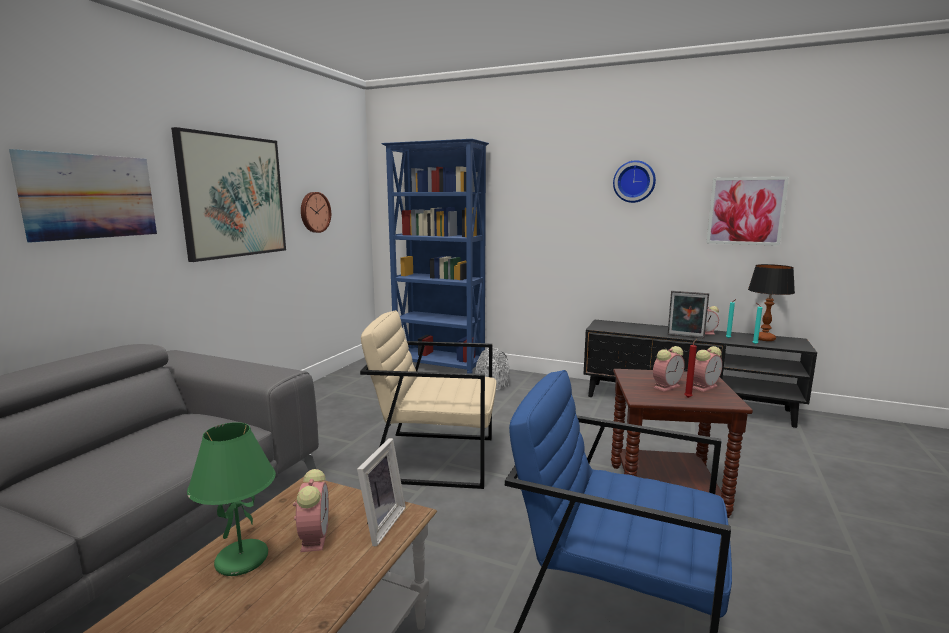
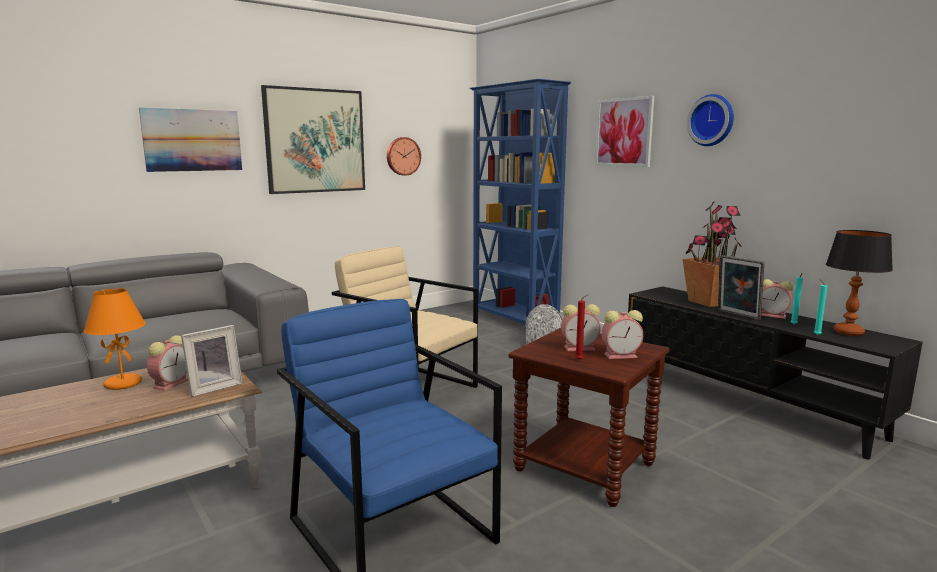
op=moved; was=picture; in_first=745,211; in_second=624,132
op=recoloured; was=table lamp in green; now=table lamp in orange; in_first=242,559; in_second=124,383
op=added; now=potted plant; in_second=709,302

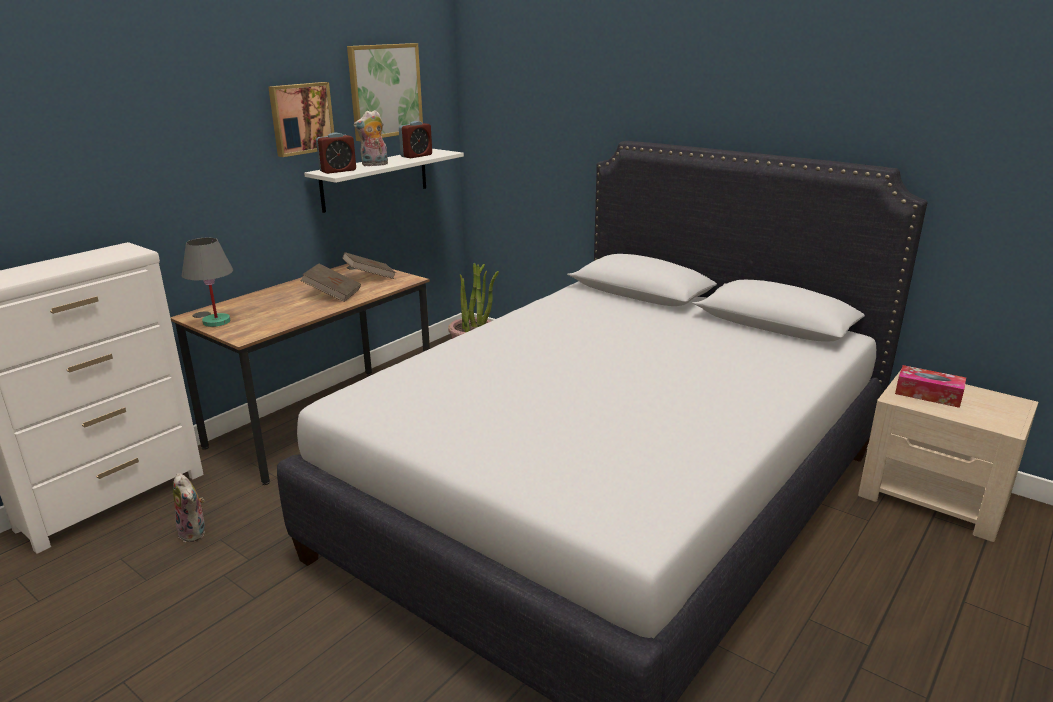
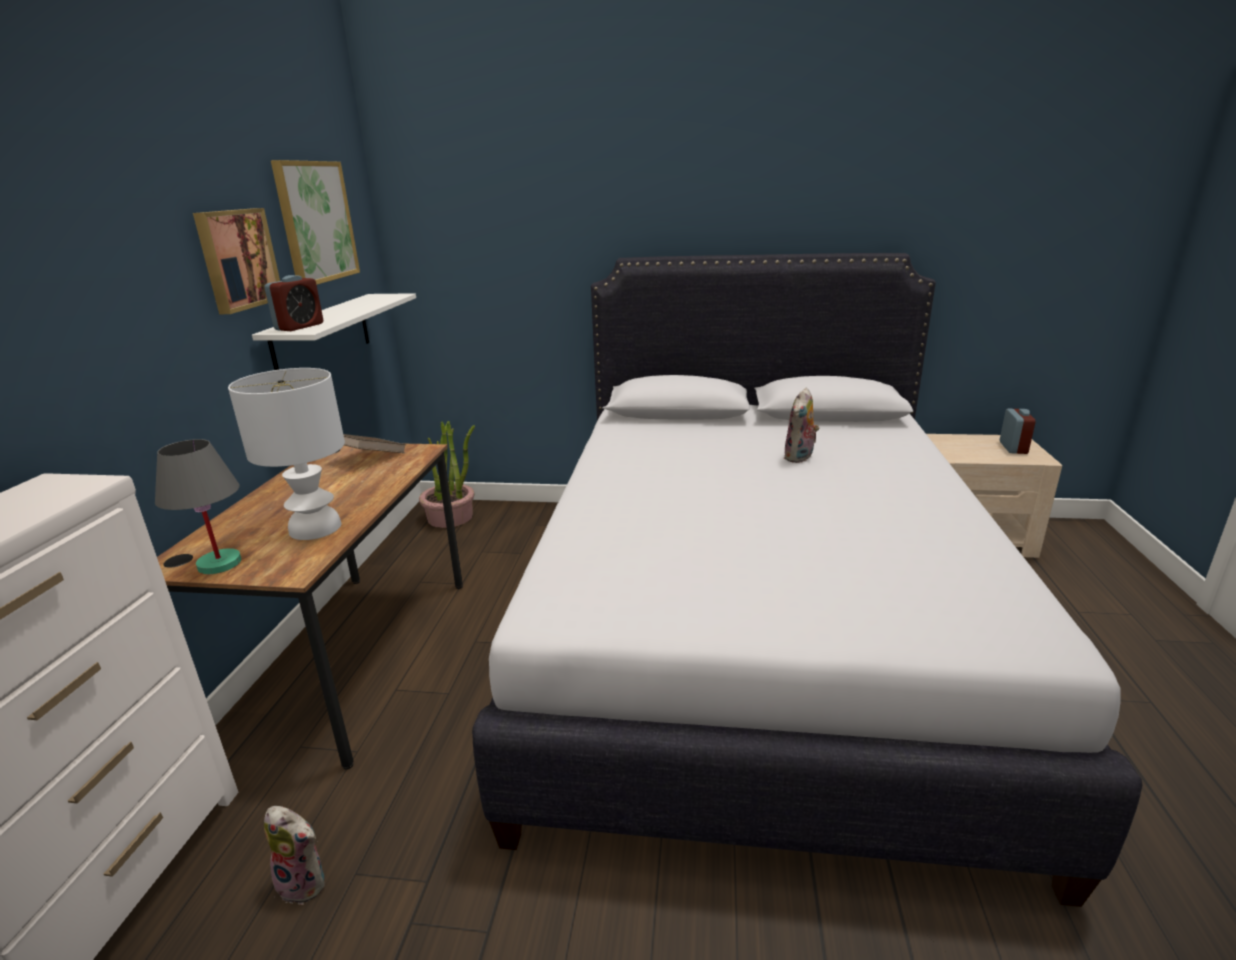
op=moved; was=plush toy; in_first=374,165; in_second=800,458
op=moved; was=alarm clock; in_first=416,156; in_second=1013,448
op=removed; was=book in brown; in_first=333,294
op=removed; was=tissue box; in_first=928,394
op=added; now=table lamp in white; in_second=315,527

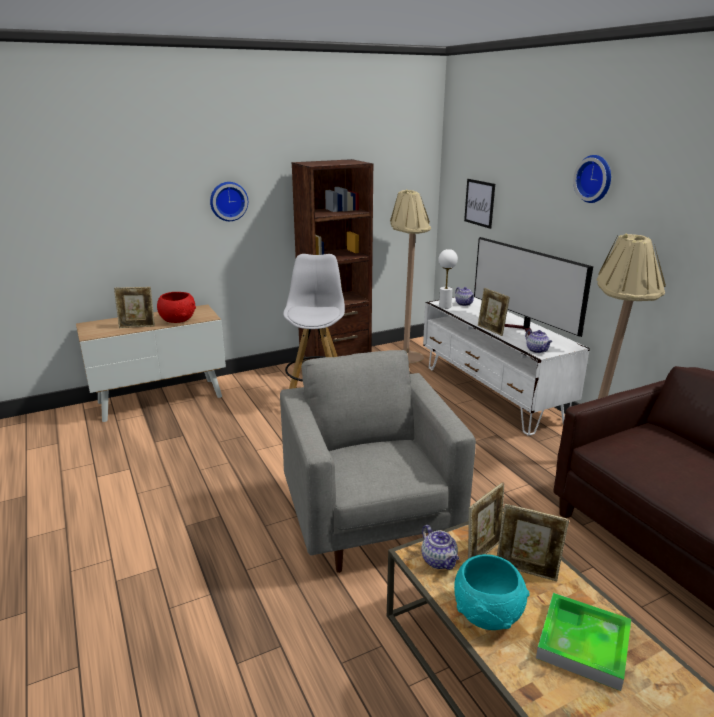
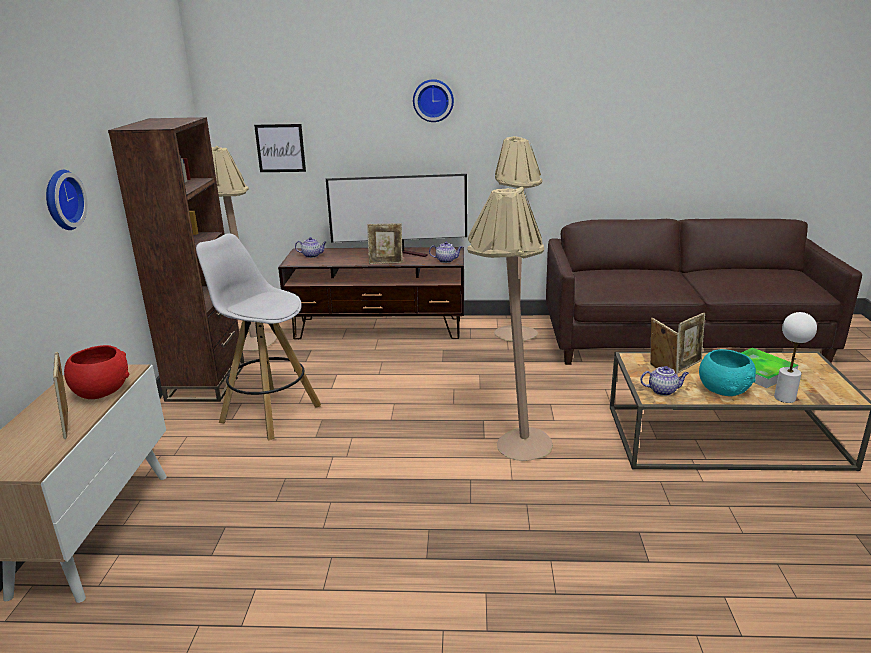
op=moved; was=table lamp in white; in_first=444,306; in_second=784,398
op=turned; was=picture frame; in_first=137,326; in_second=68,424; clockwise=135
op=recoloured; was=tv stand in white; now=tv stand in brown; in_first=492,393; in_second=379,329
op=replaced; was=armchair in grey; now=floor lamp in beige; in_first=370,521; in_second=511,443

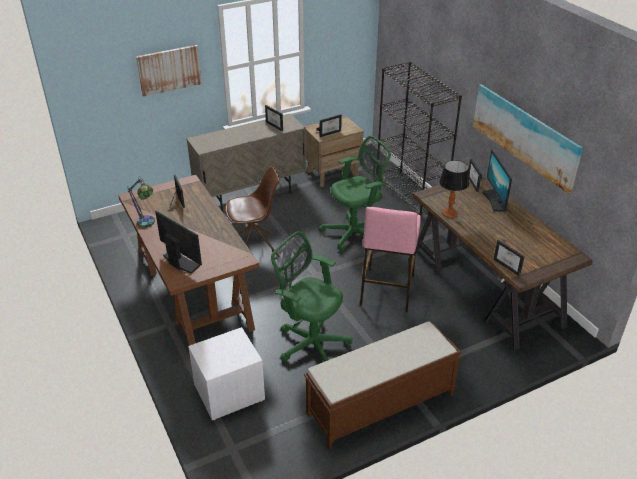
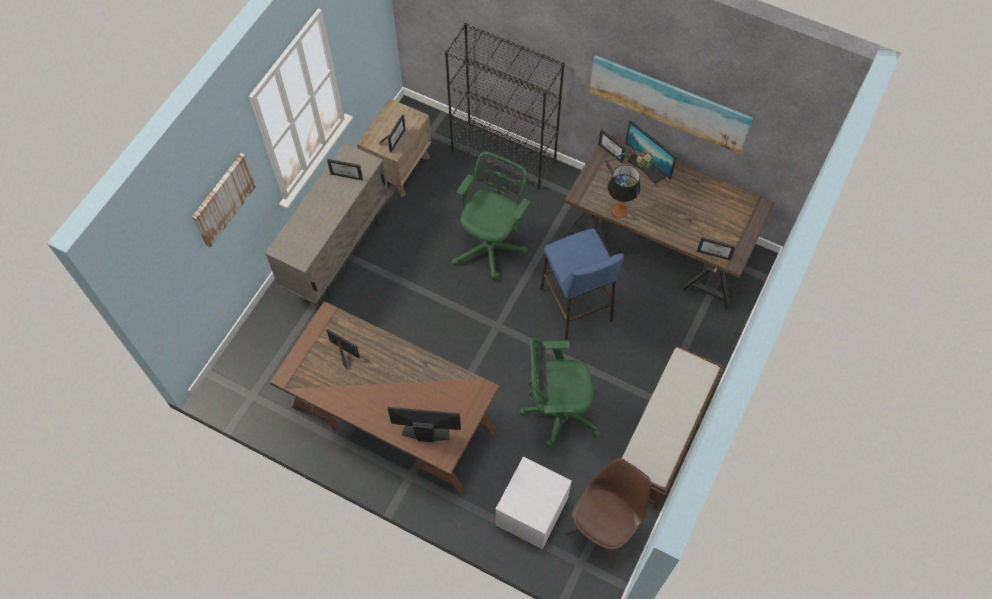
op=moved; was=chair in brown; in_first=255,248; in_second=604,528
op=moved; was=table lamp; in_first=147,225; in_second=625,184
op=recoloured; was=stool in pink; now=stool in blue; in_first=387,290; in_second=576,305

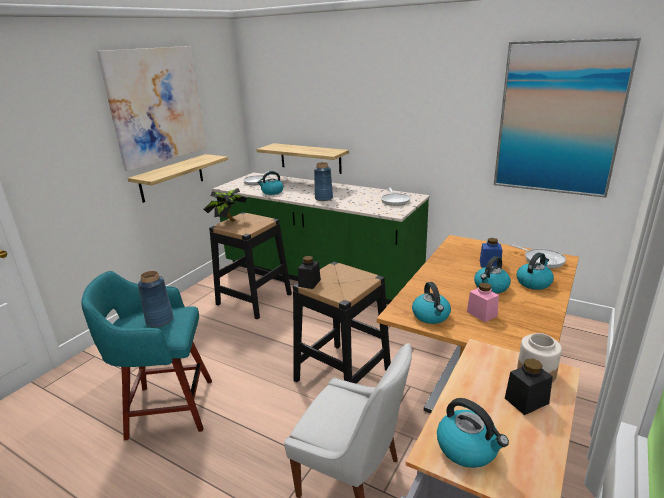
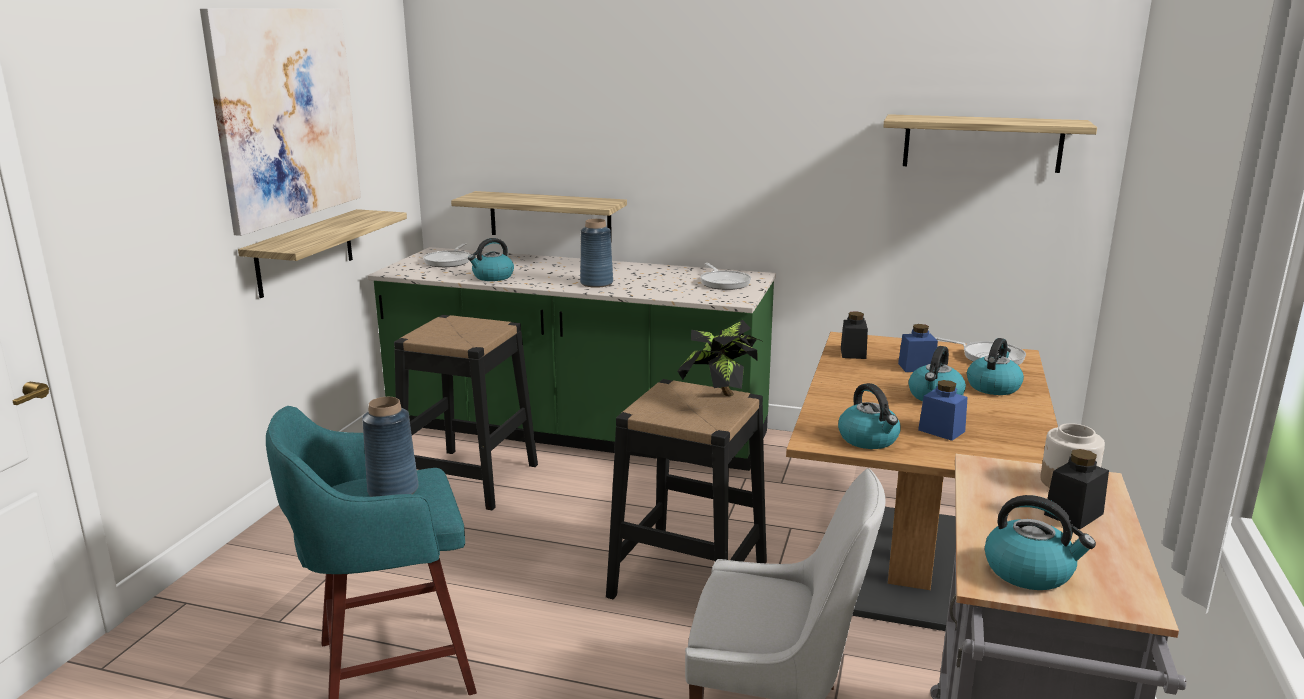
op=replaced; was=picture; now=shelf; in_first=558,119; in_second=982,143
op=moved; was=potted plant; in_first=228,222; in_second=721,397
op=moved; was=jar in black; in_first=309,283; in_second=853,353
op=recoloured; was=jar in pink; now=jar in blue; in_first=482,314; in_second=941,431

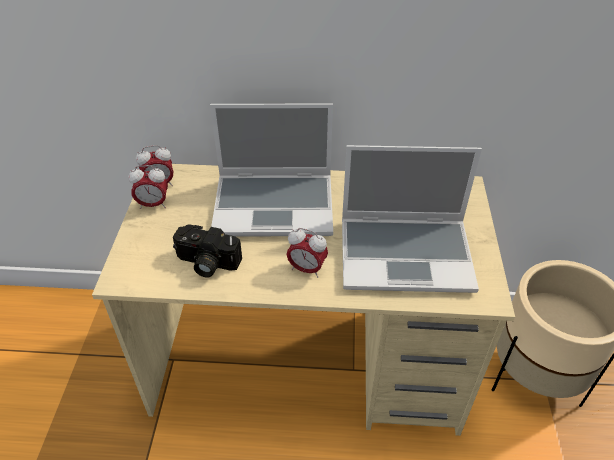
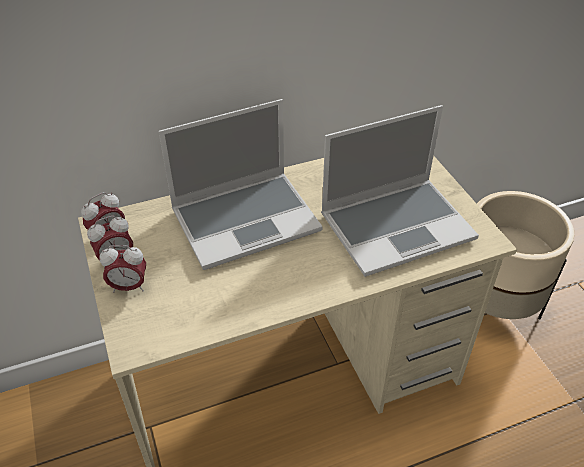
op=removed; was=photo camera; in_first=206,263
op=moved; was=alarm clock; in_first=307,269; in_second=129,287

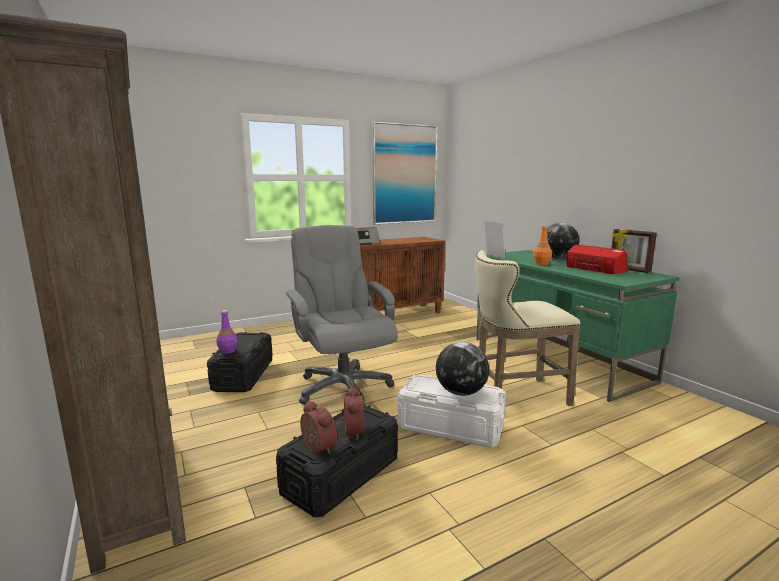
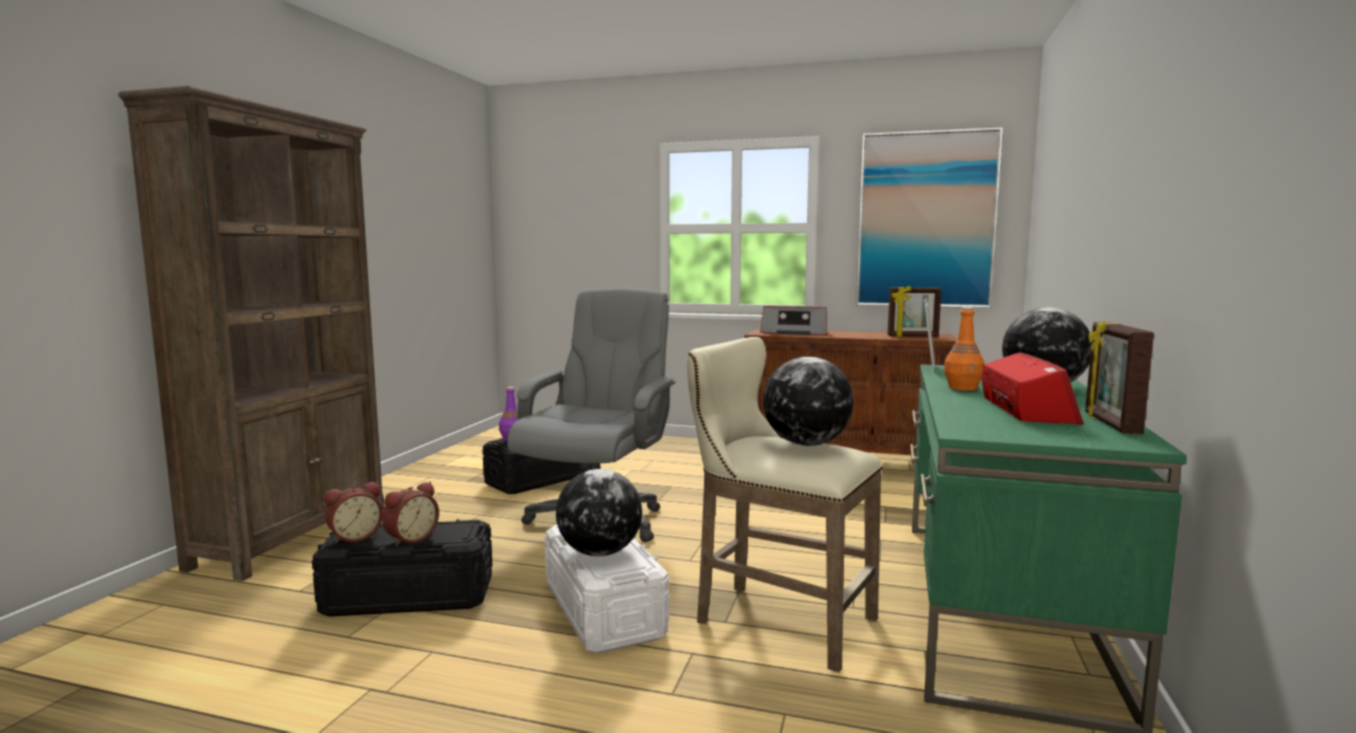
op=turned; was=alarm clock; in_first=316,448; in_second=354,537; clockwise=45
op=added; now=picture frame; in_second=913,336
op=added; now=globe; in_second=807,444

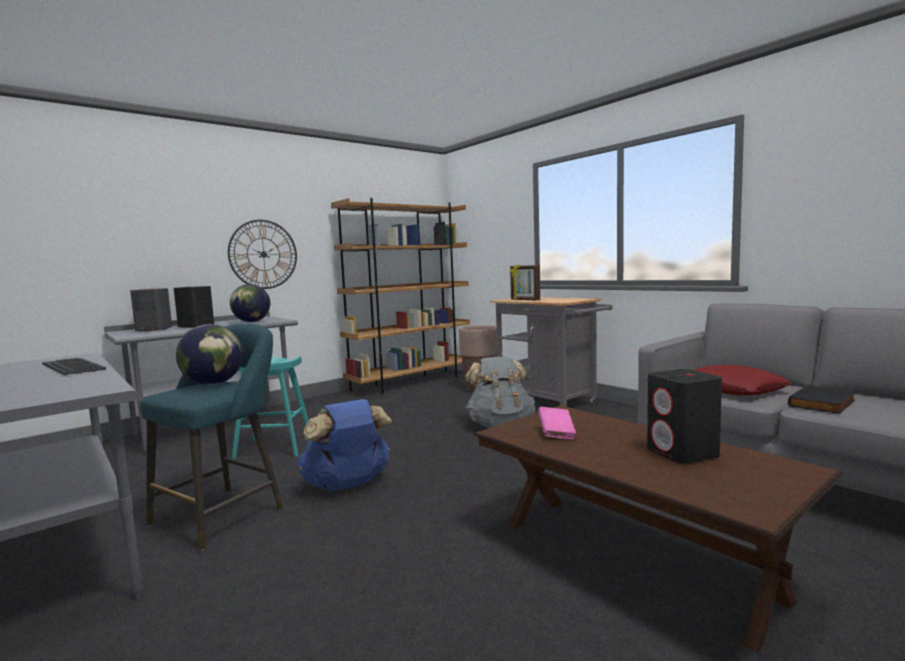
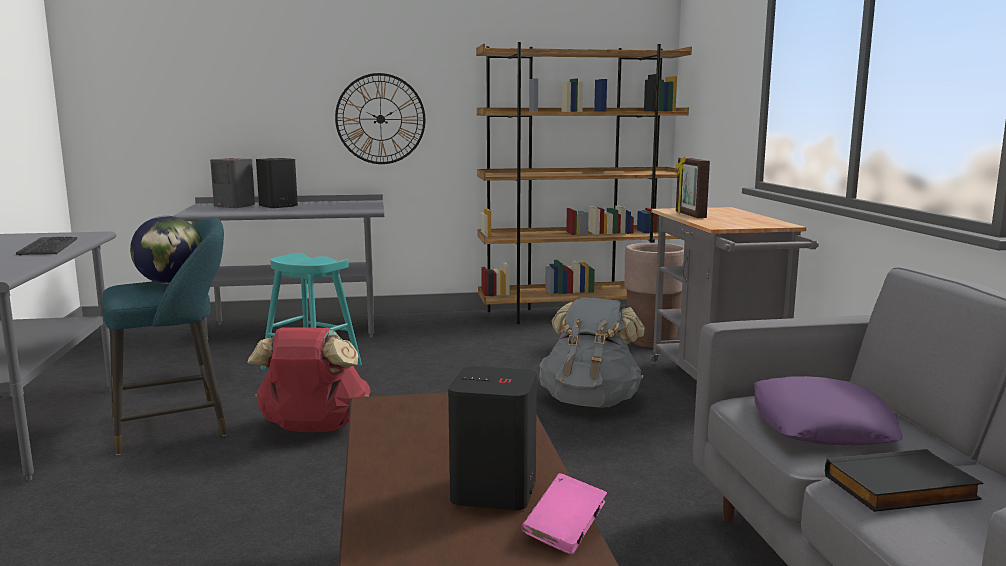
op=removed; was=globe; in_first=252,322
op=recoloured; was=pillow in red; now=pillow in purple; in_first=733,389; in_second=819,425
op=recoloured; was=backpack in blue; now=backpack in red; in_first=347,485; in_second=313,429
op=moved; was=book in pink; in_first=556,433; in_second=565,532

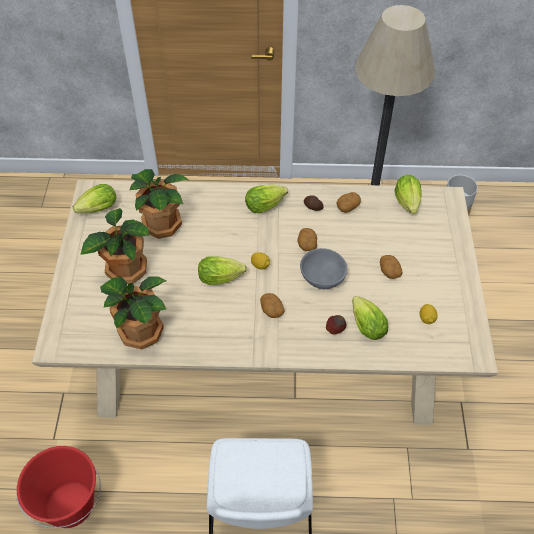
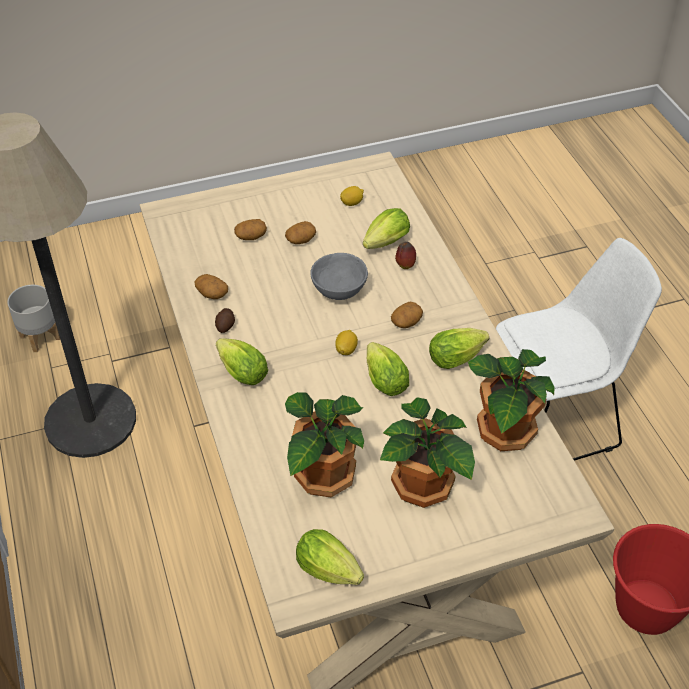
op=moved; was=lettuce; in_first=407,204; in_second=458,357
op=moved; was=potato; in_first=307,244; in_second=251,236

